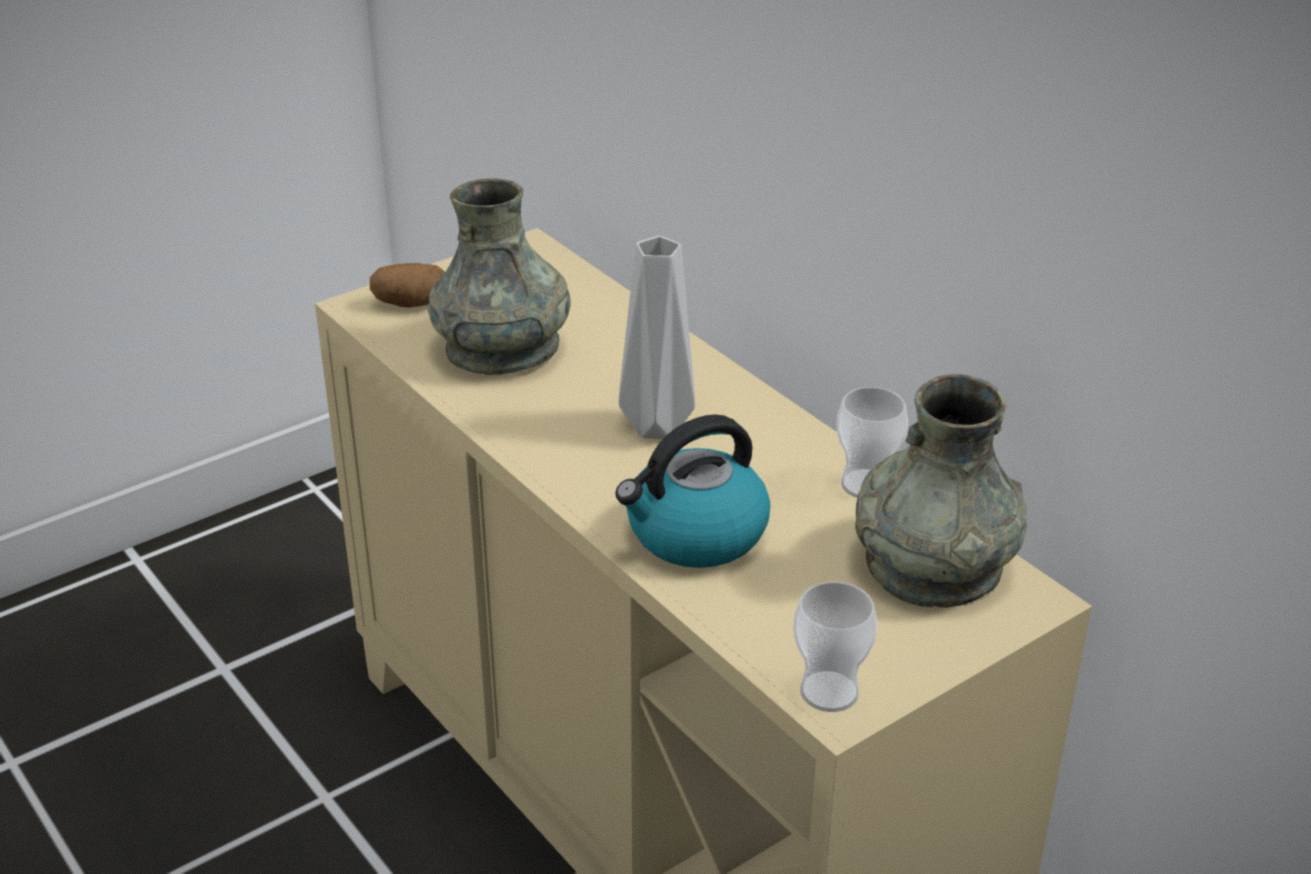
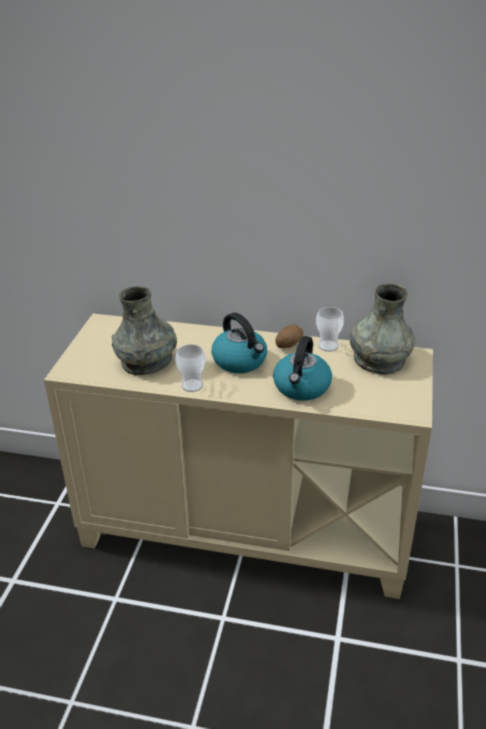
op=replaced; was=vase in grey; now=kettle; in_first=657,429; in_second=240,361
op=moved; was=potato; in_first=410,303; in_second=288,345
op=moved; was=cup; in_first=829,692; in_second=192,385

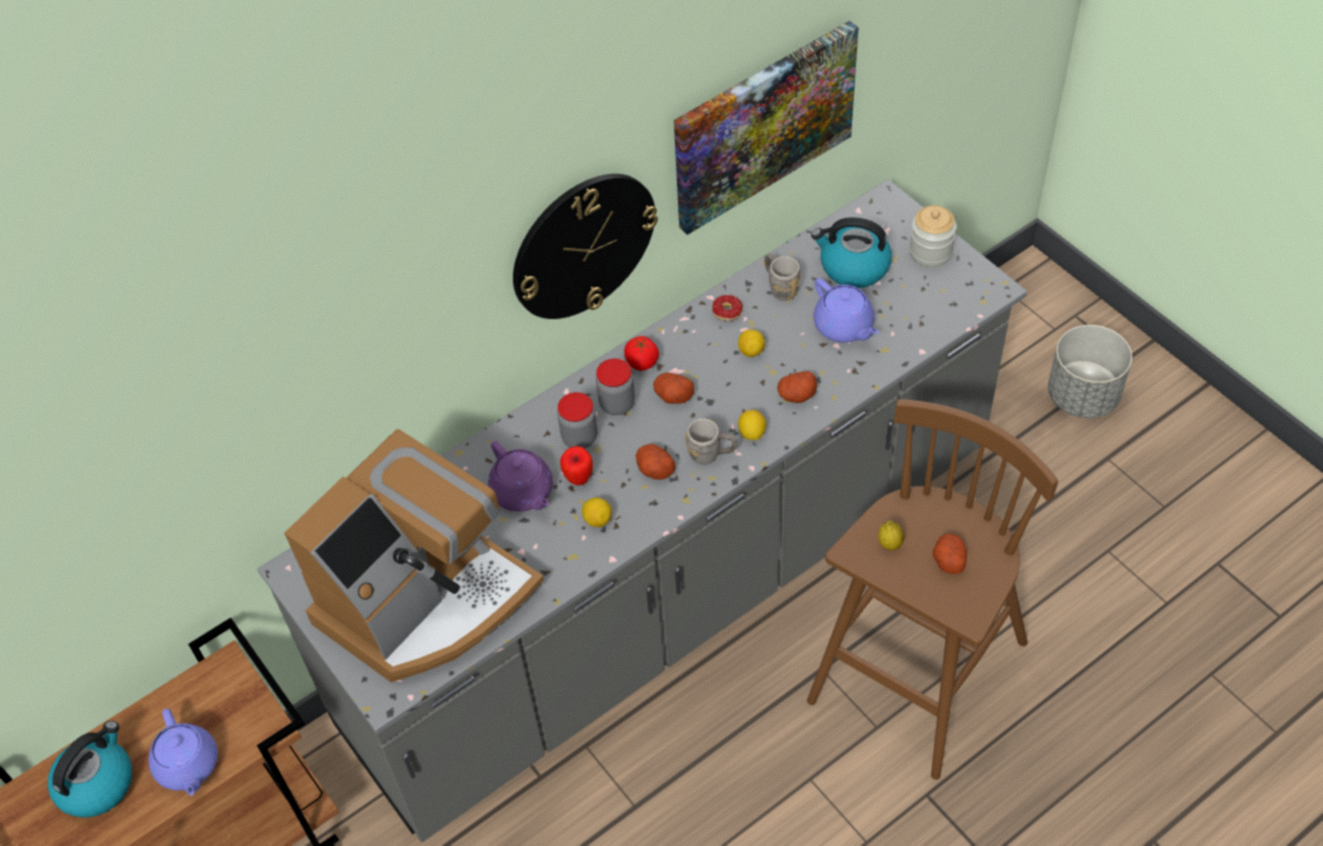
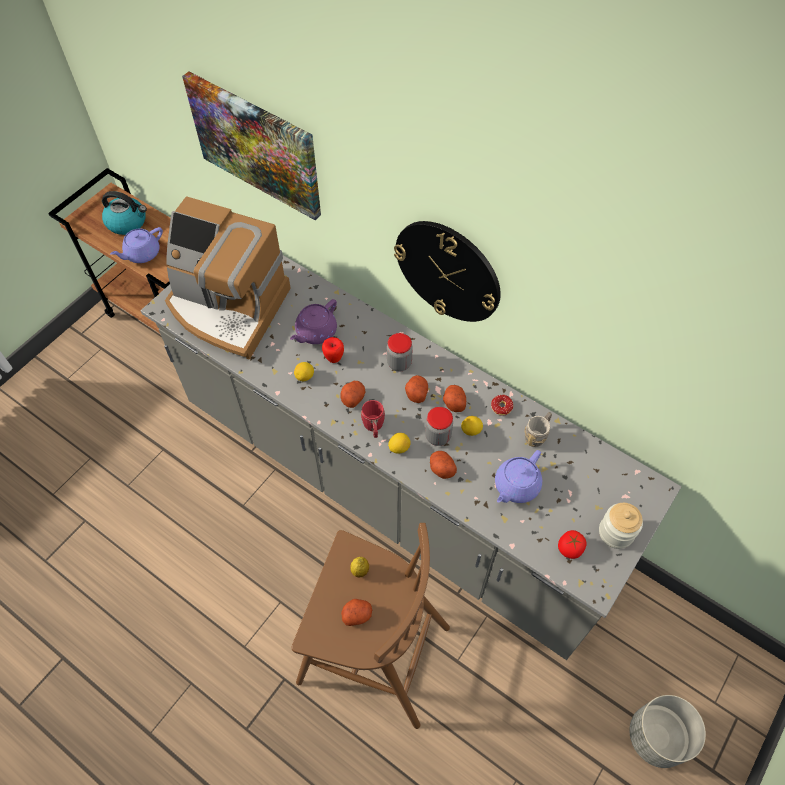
op=moved; was=picture; in_first=763,125; in_second=256,145
op=removed; was=kettle; in_first=853,267
op=moved; was=tomato; in_first=642,362; in_second=569,548
op=moved; was=jar; in_first=579,438; in_second=438,436
op=recoloured; was=mug in grey; now=mug in red; in_first=711,454; in_second=373,427
op=added; now=potato; in_second=454,402

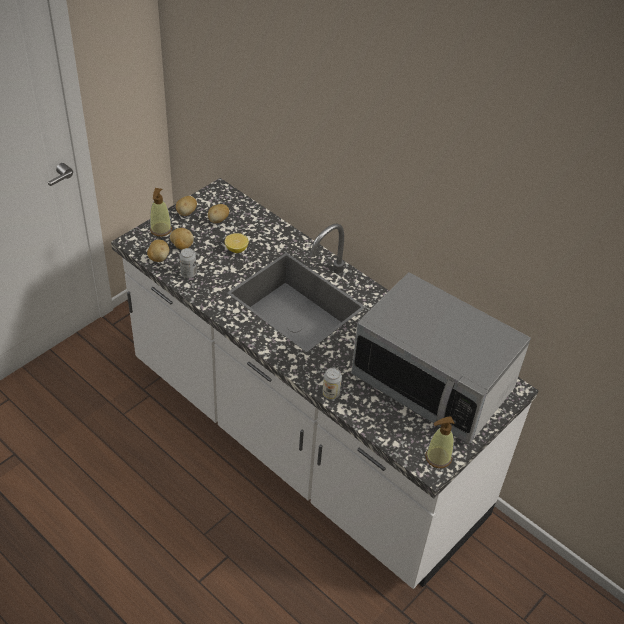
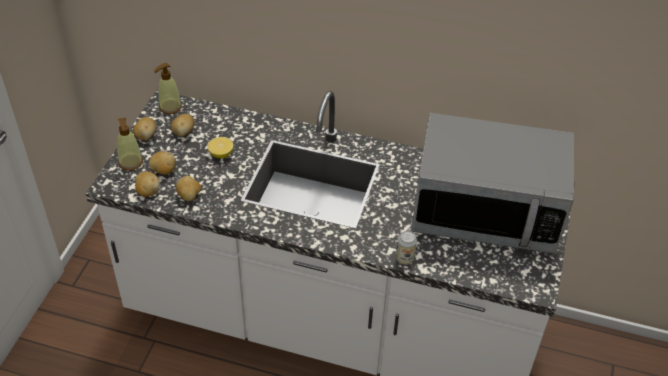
op=replaced; was=can; now=potato; in_first=188,273; in_second=189,196
op=moved; was=soap dispenser; in_first=438,457; in_second=170,107

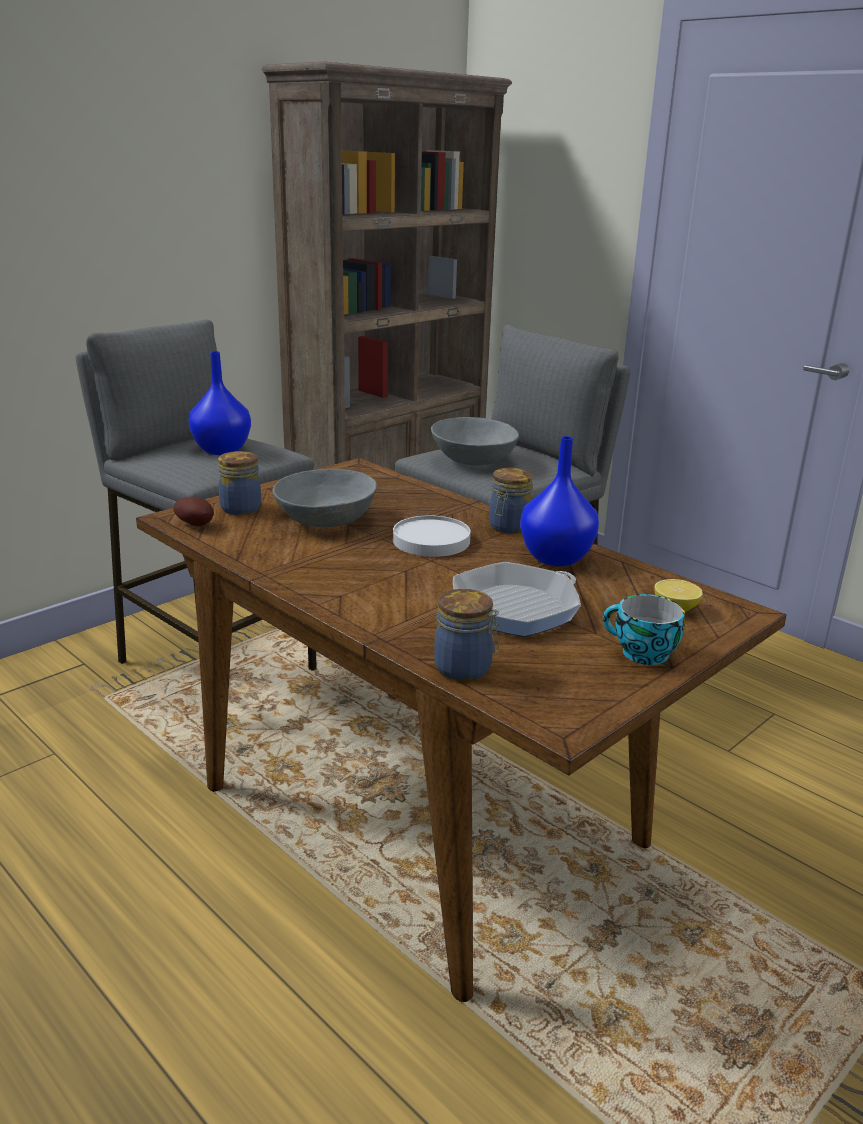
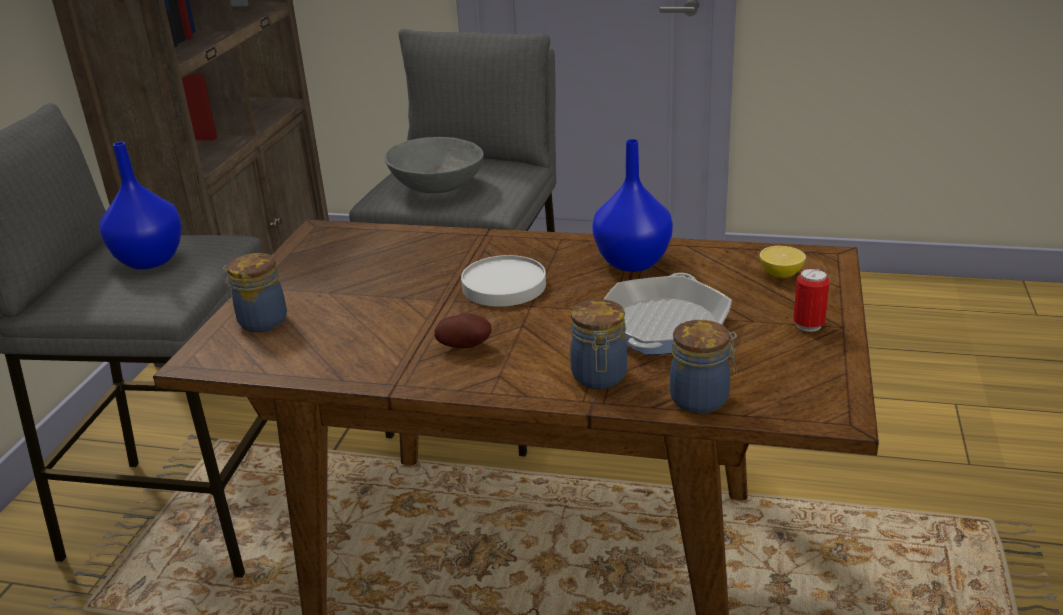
op=moved; was=jar; in_first=508,527; in_second=599,377
op=removed; was=bowl in grey; in_first=325,520
op=moved; was=potato; in_first=197,525; in_second=466,346
op=replaced; was=cup; now=can; in_first=641,654; in_second=808,325

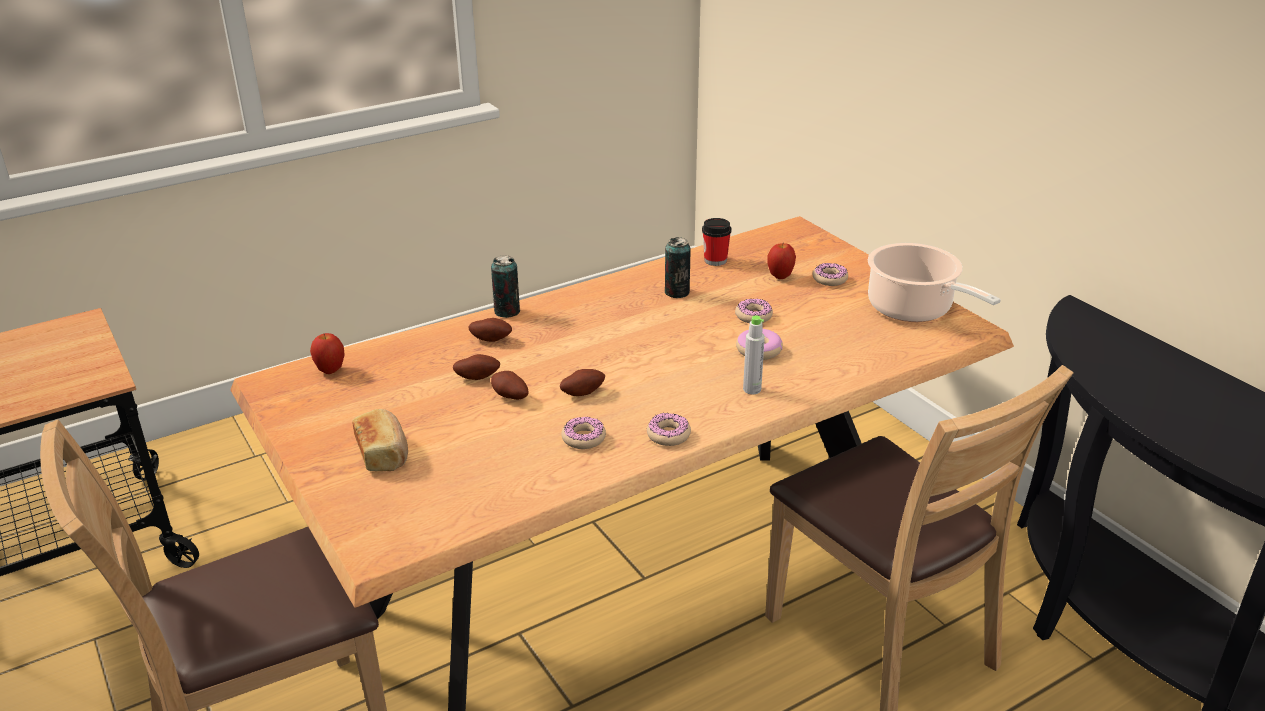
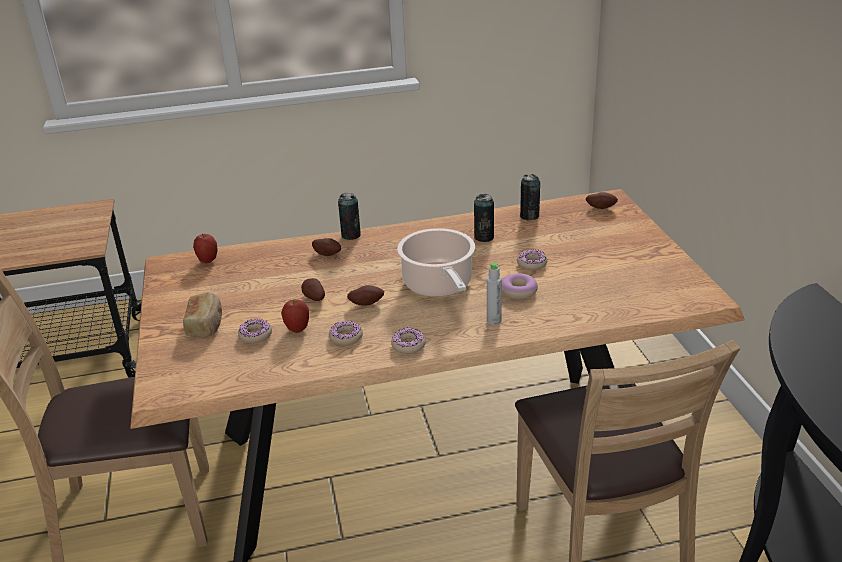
op=replaced; was=cup; now=can; in_first=715,260; in_second=529,216
op=moved; was=apple; in_first=780,276; in_second=297,329
op=moved; was=cooking pot; in_first=913,309; in_second=439,285
op=moved; was=donut; in_first=829,279; in_second=255,335
op=moved; was=potato; in_first=477,377; in_second=601,207

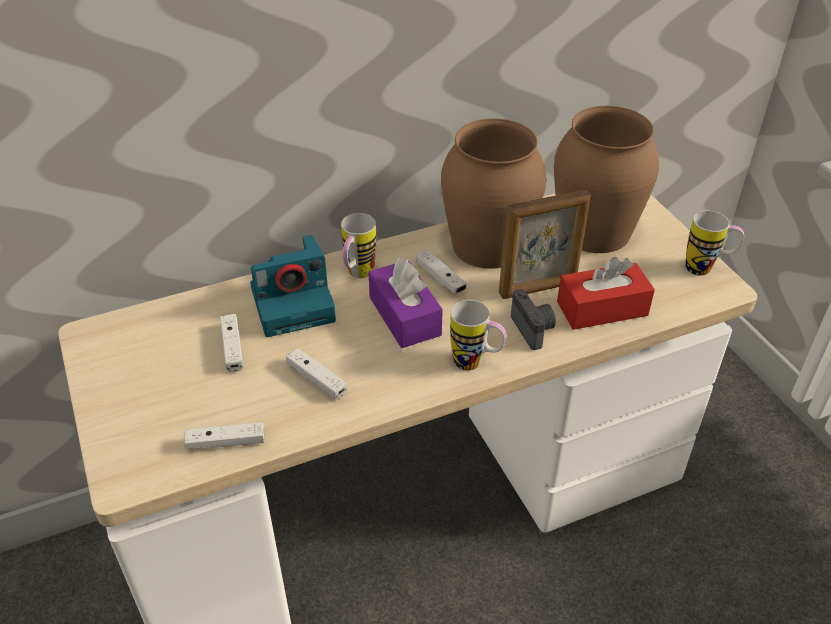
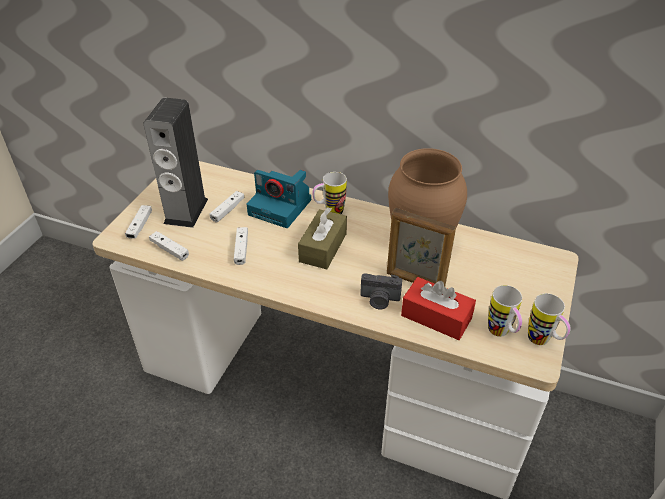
op=removed; was=vase in brown; in_first=594,231
op=moved; was=game controller in white; in_first=440,278; in_second=140,226
op=recoloured; was=tissue box in purple; now=tissue box in brown; in_first=404,316; in_second=323,247
op=turned; was=photo camera; in_first=533,329; in_second=379,300; clockwise=75
op=moved; was=mug; in_first=476,364; in_second=501,334
op=added; now=speaker; in_second=186,211

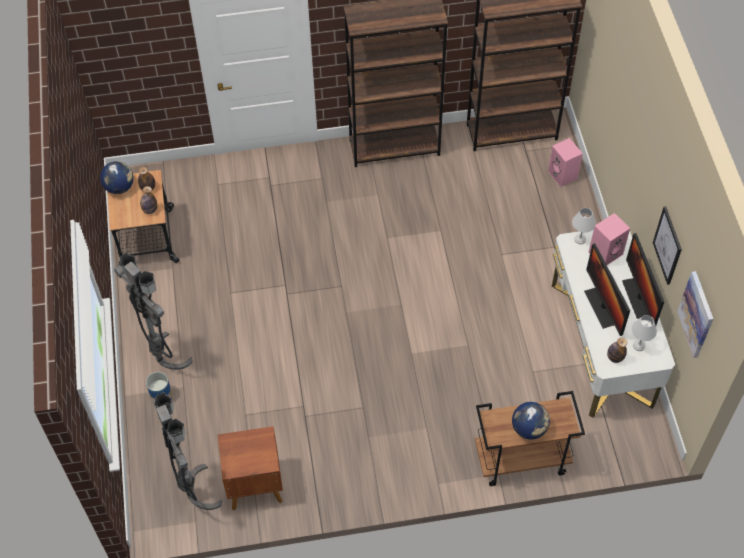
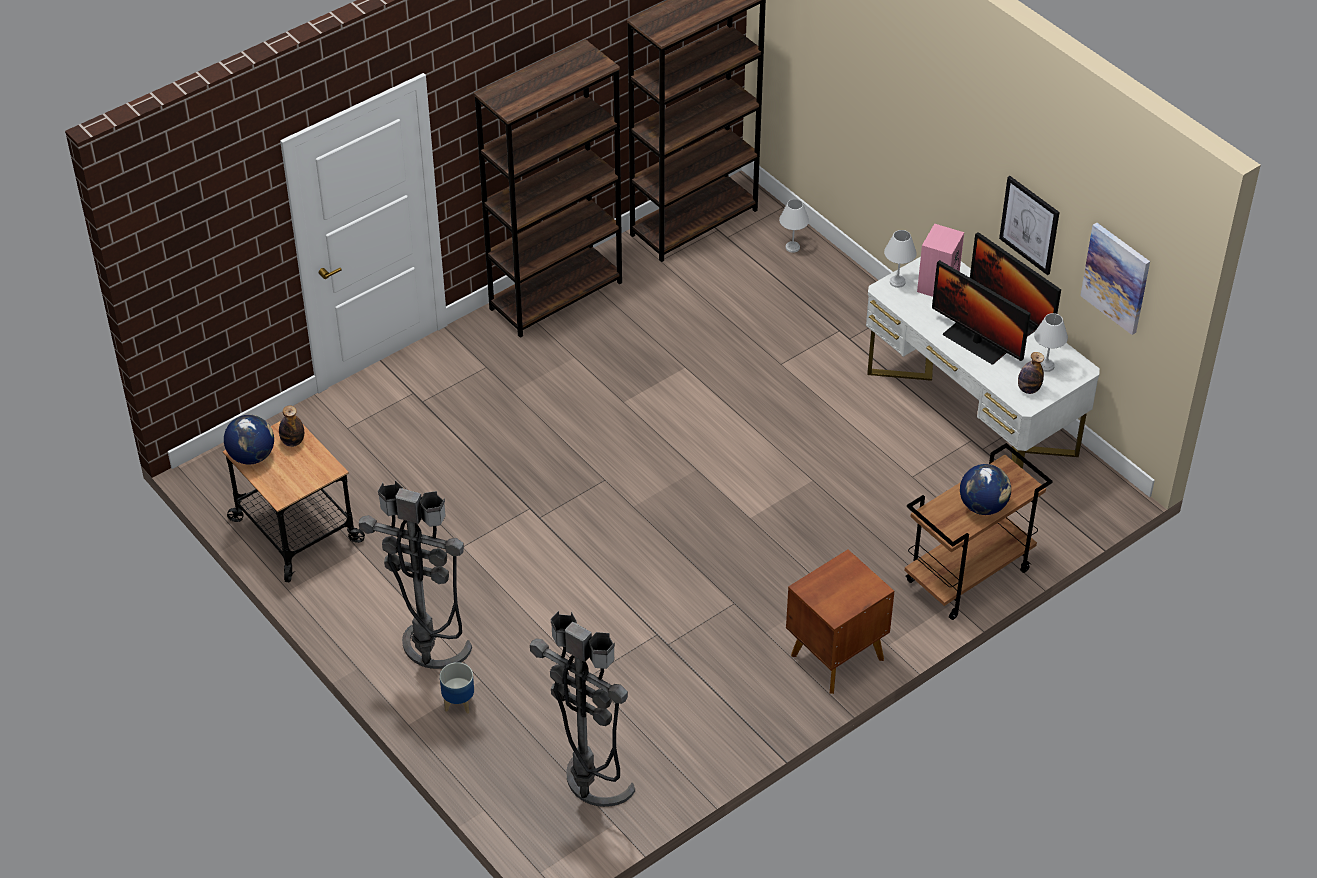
op=replaced; was=speaker in pink; now=table lamp in white; in_first=563,175; in_second=793,247
op=removed; was=bottle; in_first=150,210
op=moved; was=nightstand in brown; in_first=254,485; in_second=835,656

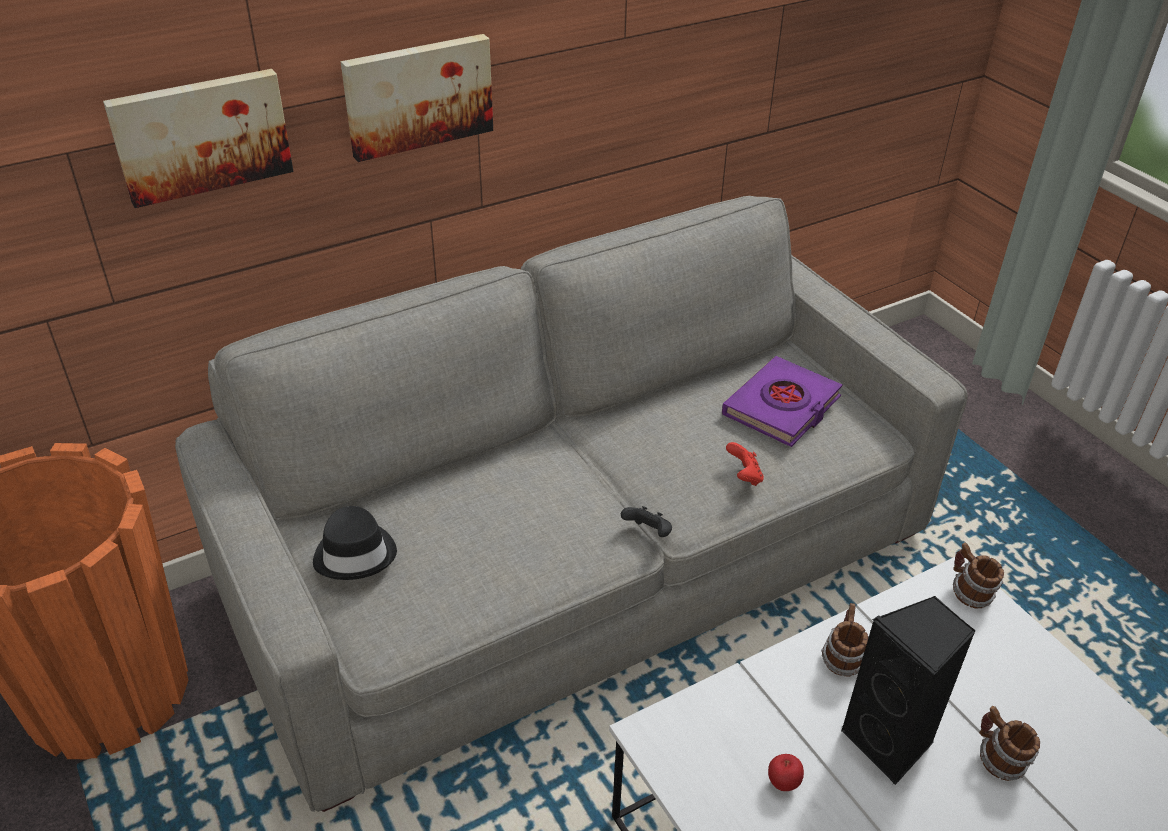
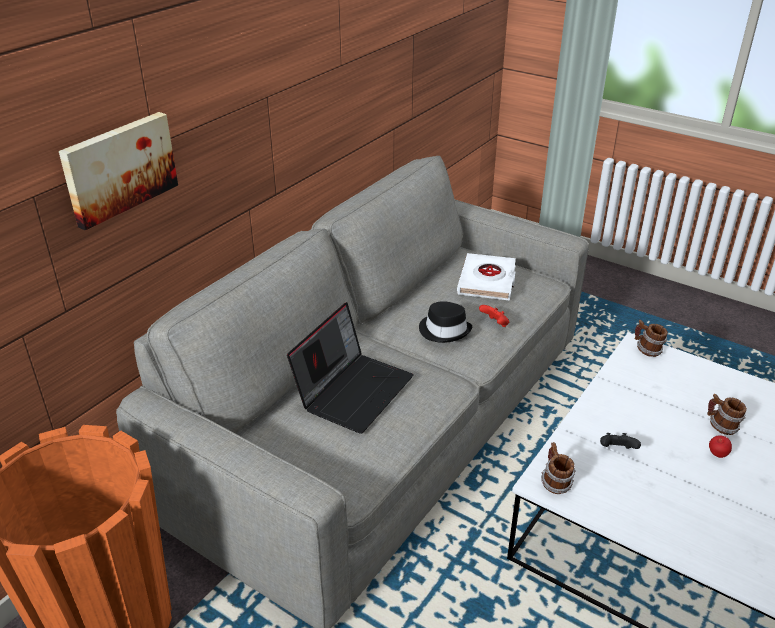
op=removed; was=picture; in_first=417,95
op=recoloured; was=book in purple; now=book in white; in_first=782,407; in_second=487,281
op=moved; was=hat in black; in_first=356,554; in_second=444,330
op=moved; was=game controller in black; in_first=648,533; in_second=617,450
op=removed; was=speaker in black; in_first=891,742
op=moved; was=mug; in_first=842,659; in_second=554,483
op=moved; was=apple; in_first=783,783; in_second=717,455
op=added; now=laptop; in_second=353,390

